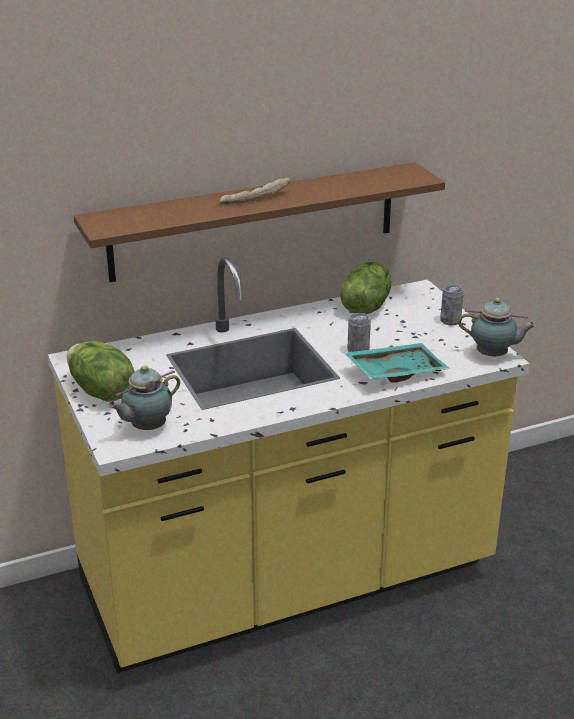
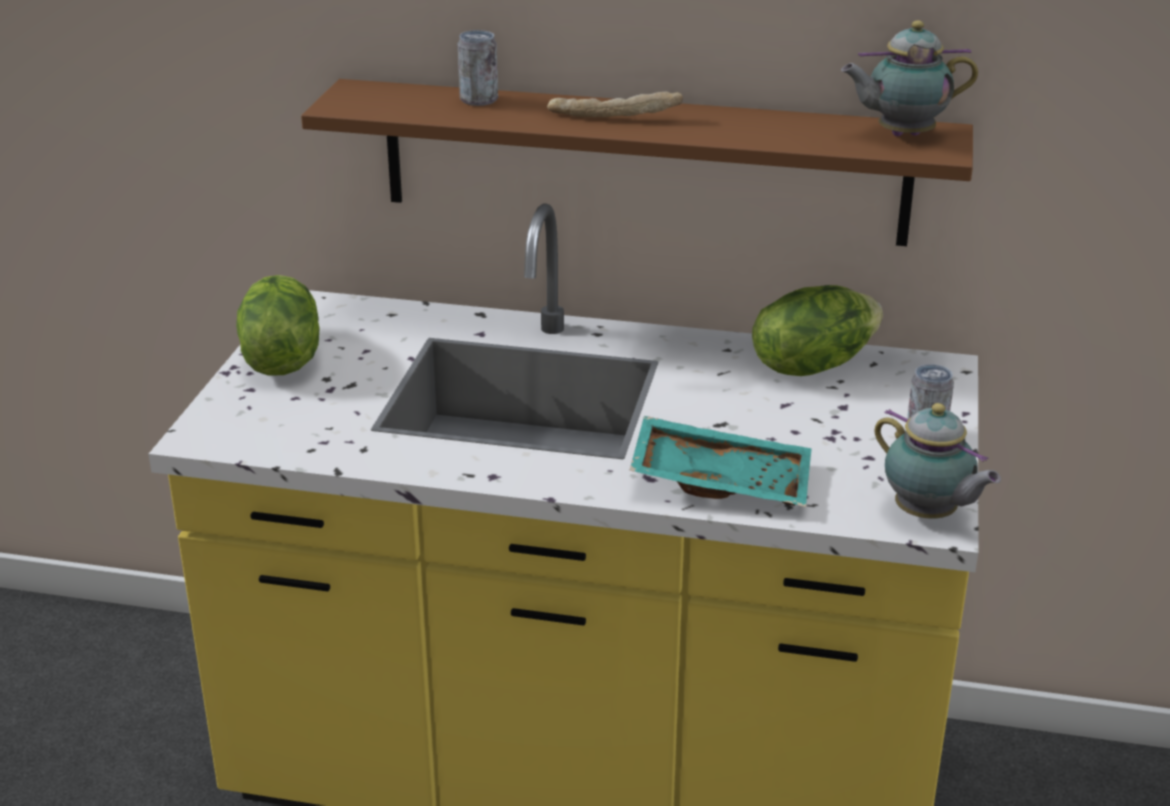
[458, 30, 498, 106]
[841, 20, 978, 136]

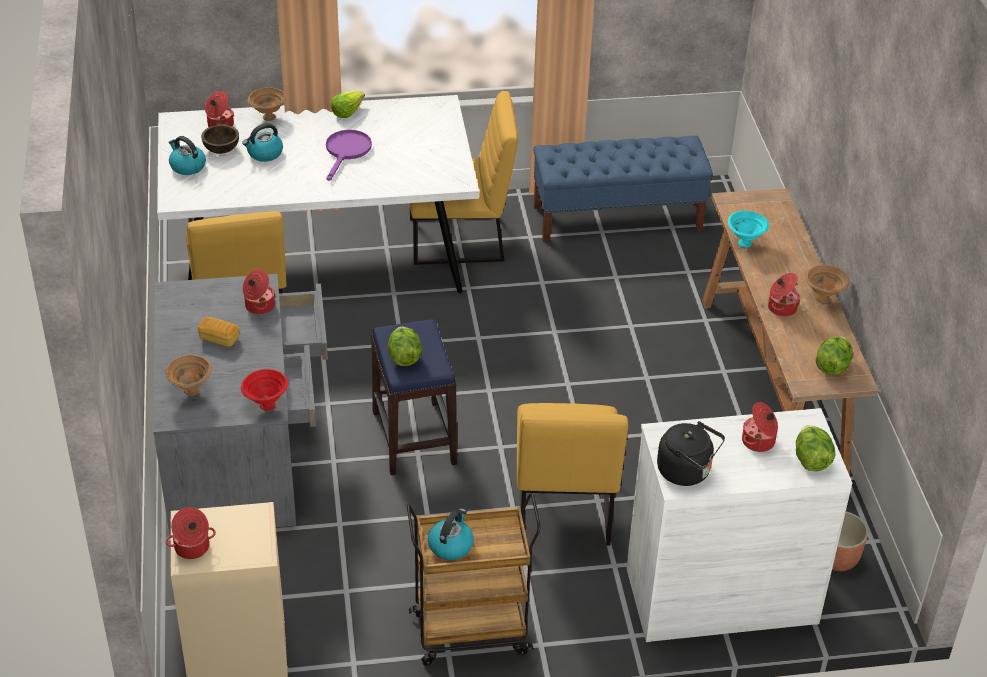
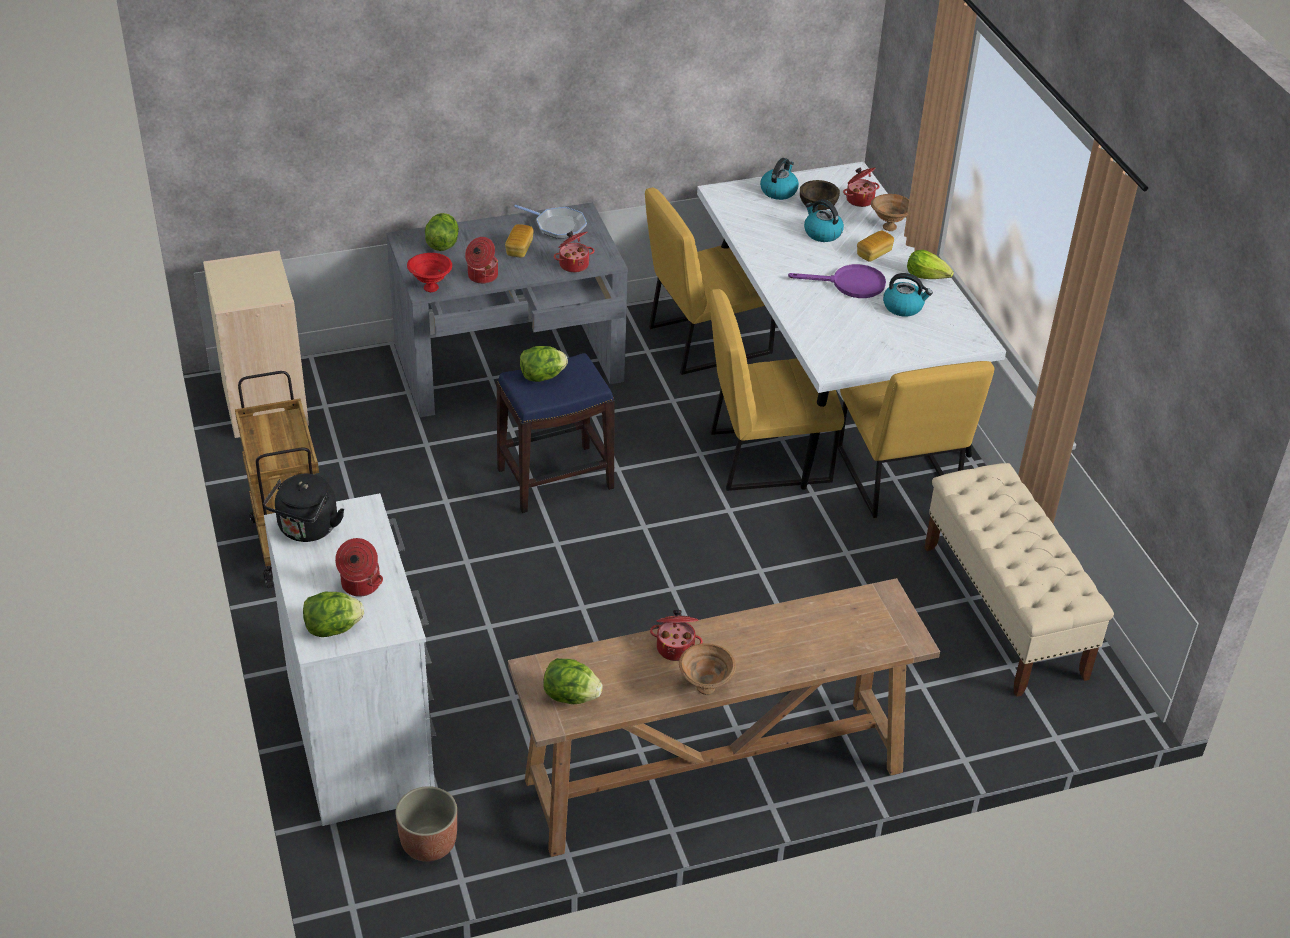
[924, 463, 1114, 697]
[728, 211, 769, 247] (first image)
[425, 213, 459, 251]
[709, 289, 844, 491]
[465, 237, 498, 284]
[883, 273, 933, 317]
[514, 205, 587, 239]
[857, 230, 894, 262]

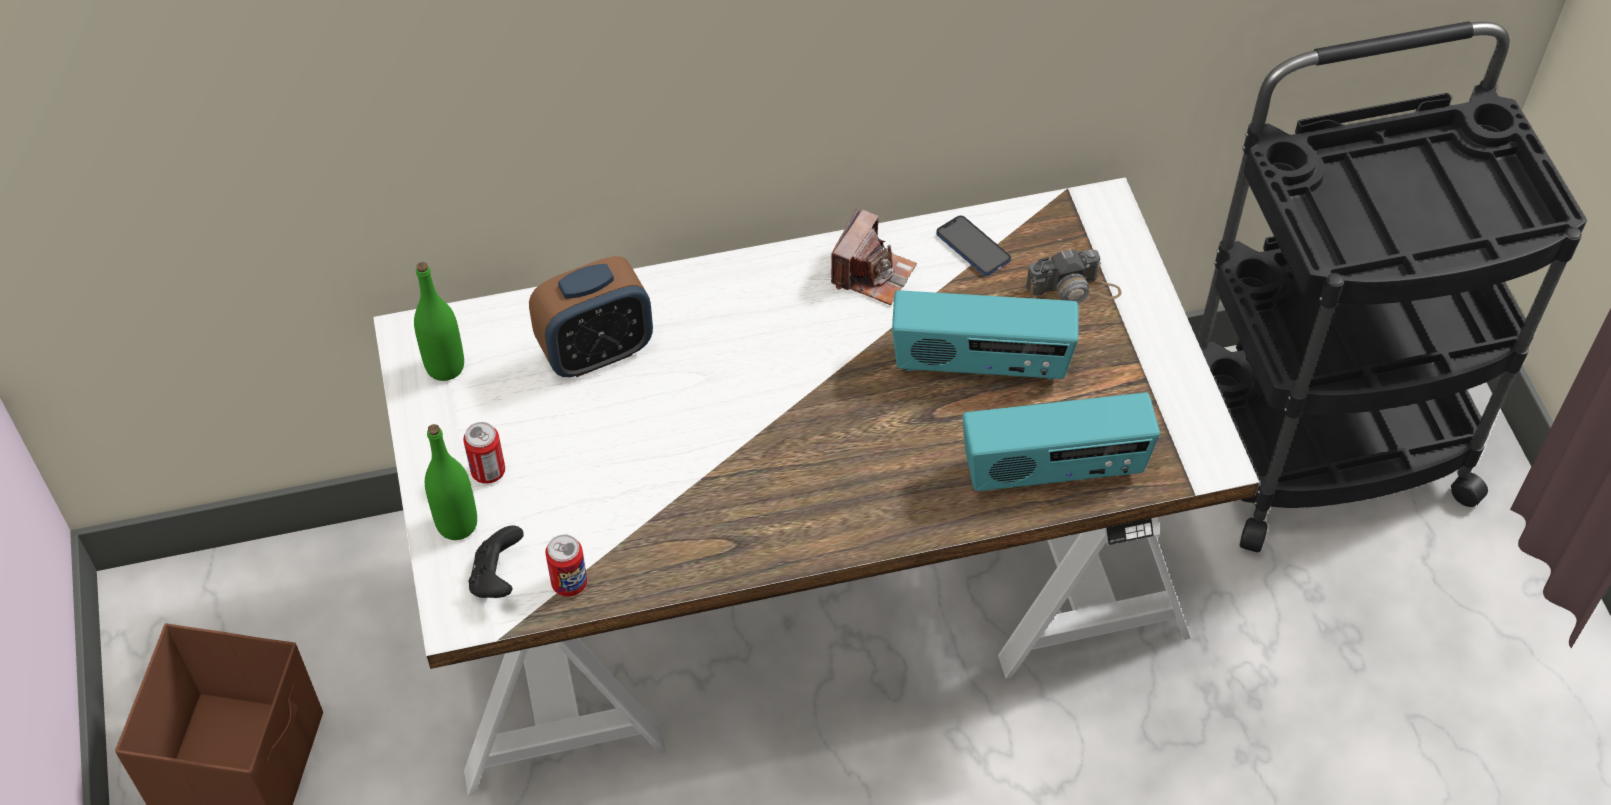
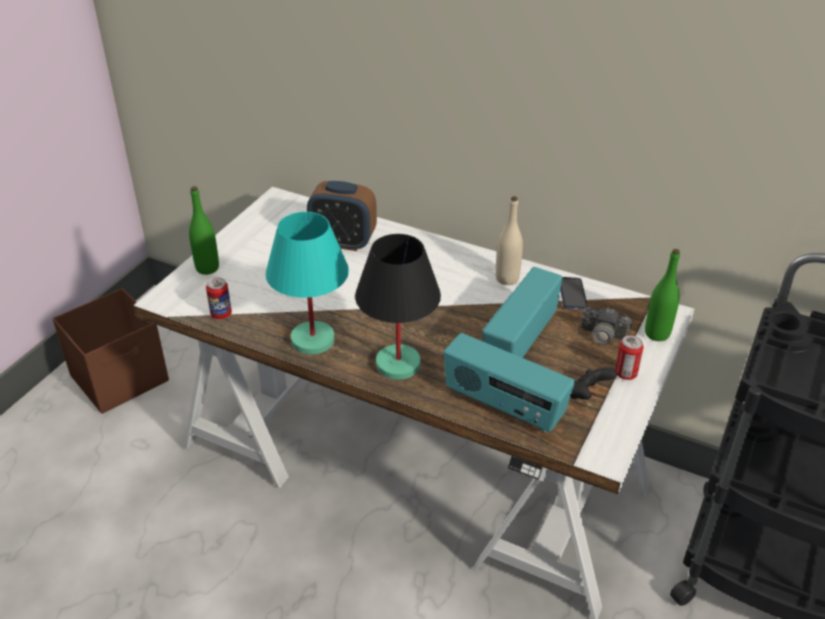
[495, 196, 523, 285]
[645, 249, 680, 341]
[482, 267, 562, 358]
[615, 335, 644, 380]
[571, 368, 617, 400]
[266, 212, 349, 355]
[355, 234, 441, 380]

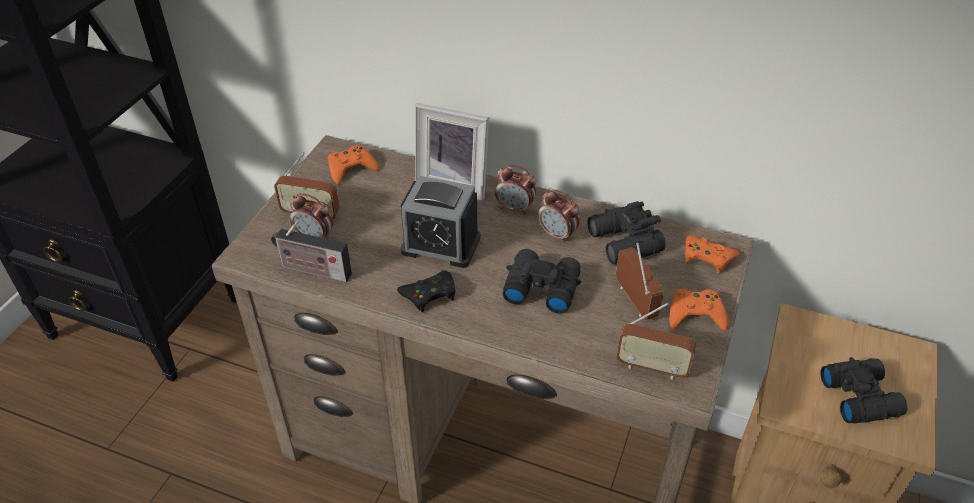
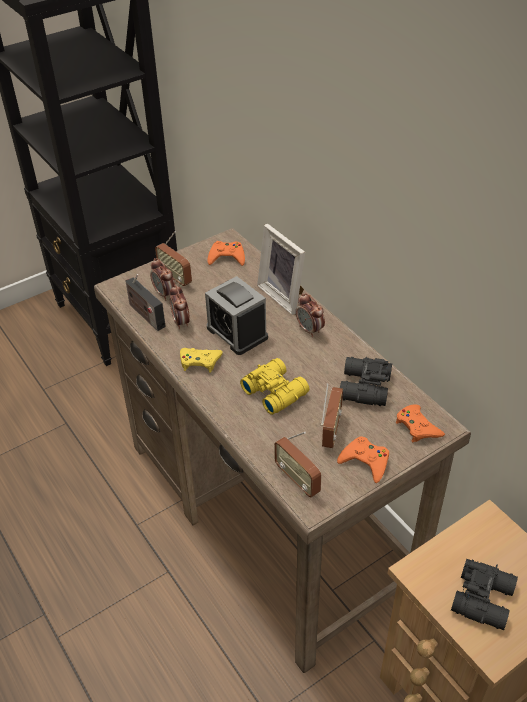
[169, 285, 190, 329]
[240, 358, 309, 415]
[180, 348, 223, 373]

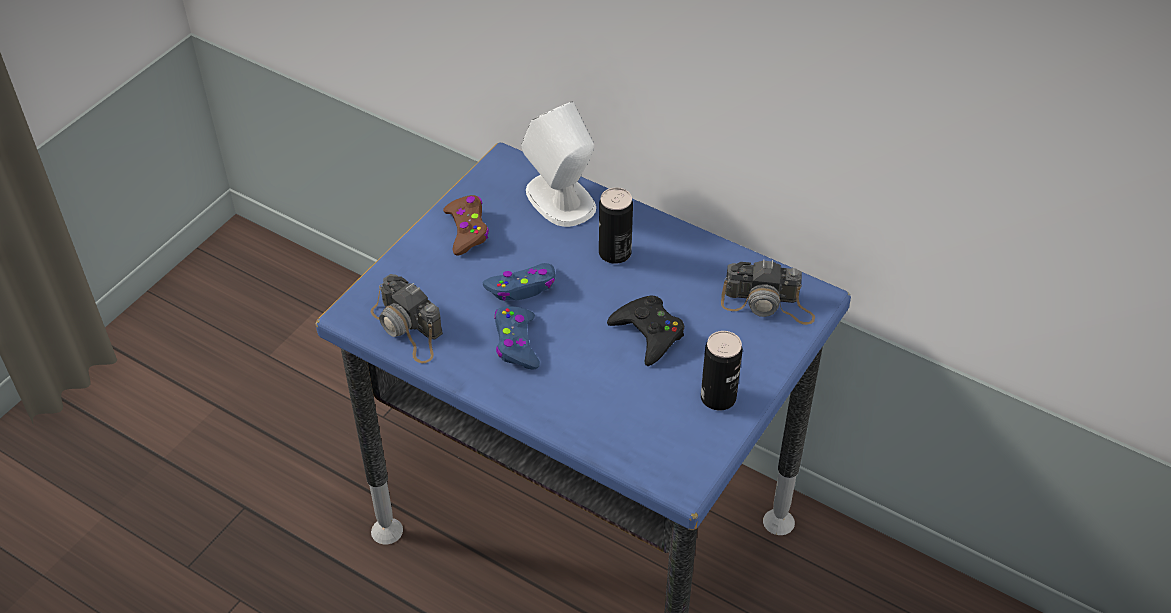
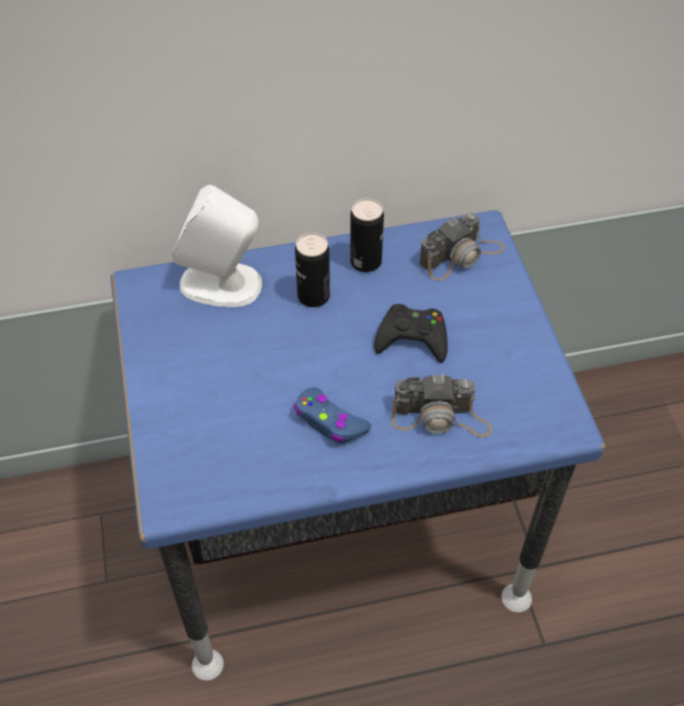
[443, 195, 489, 256] (first image)
[483, 263, 555, 301] (first image)
[392, 374, 492, 437]
[350, 198, 384, 272]

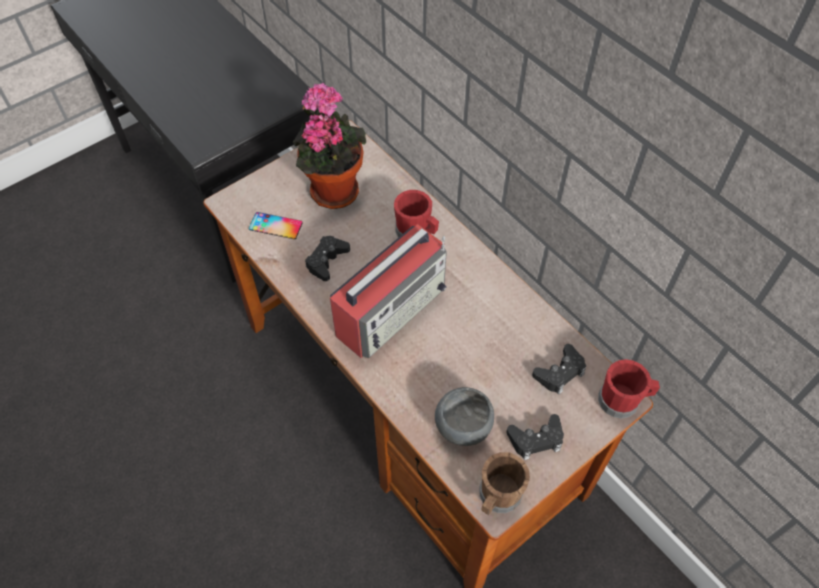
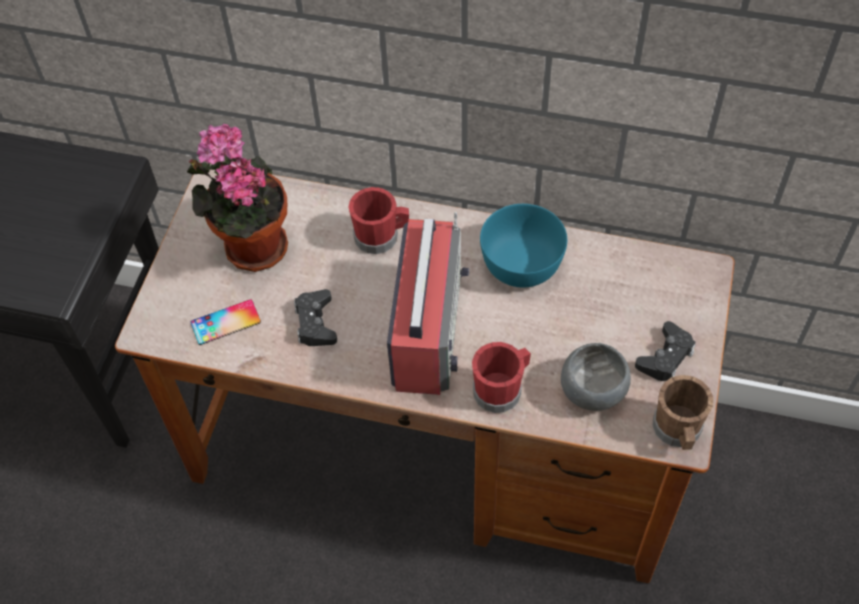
[532, 344, 586, 394] (first image)
[472, 342, 531, 413]
[480, 204, 567, 288]

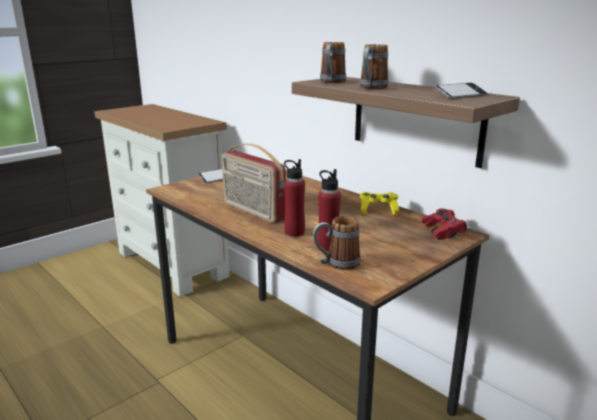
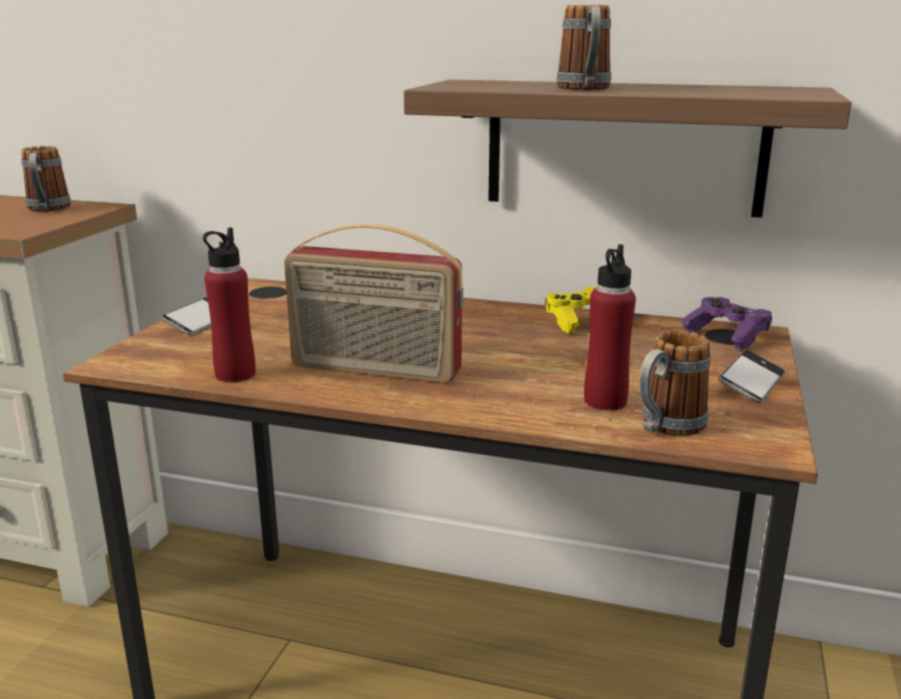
[21, 146, 71, 212]
[719, 350, 785, 403]
[203, 227, 256, 382]
[681, 297, 772, 350]

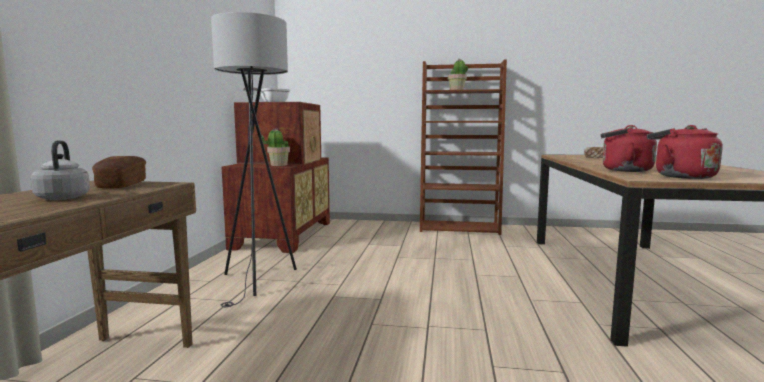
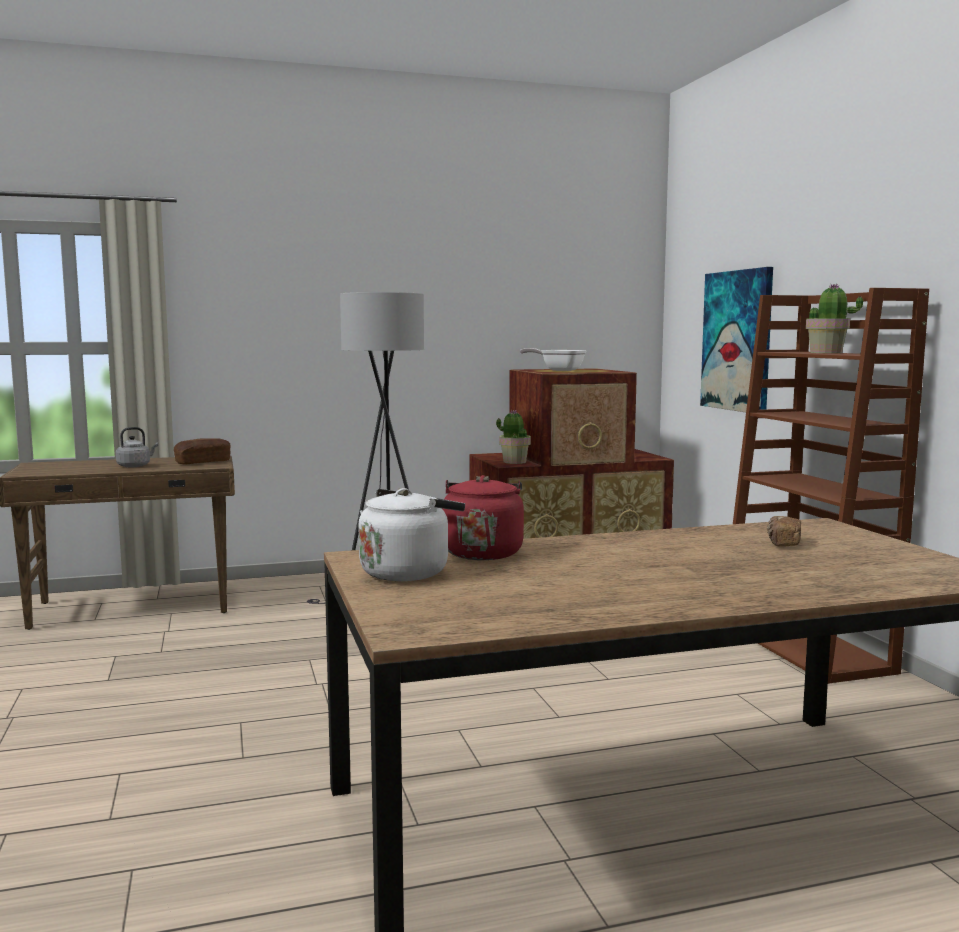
[358, 488, 465, 581]
[700, 267, 773, 412]

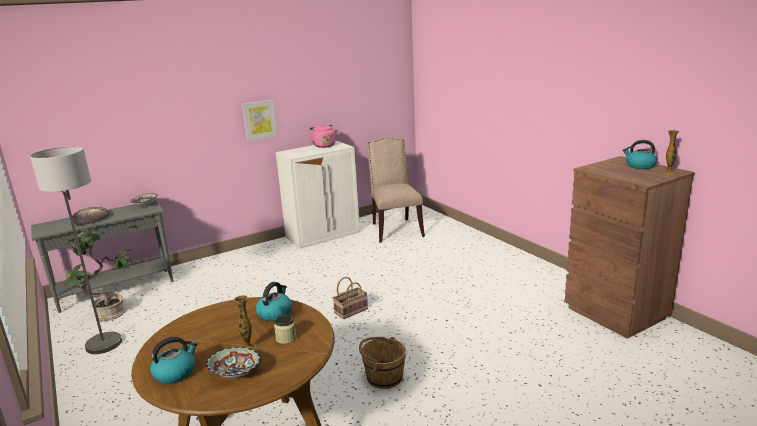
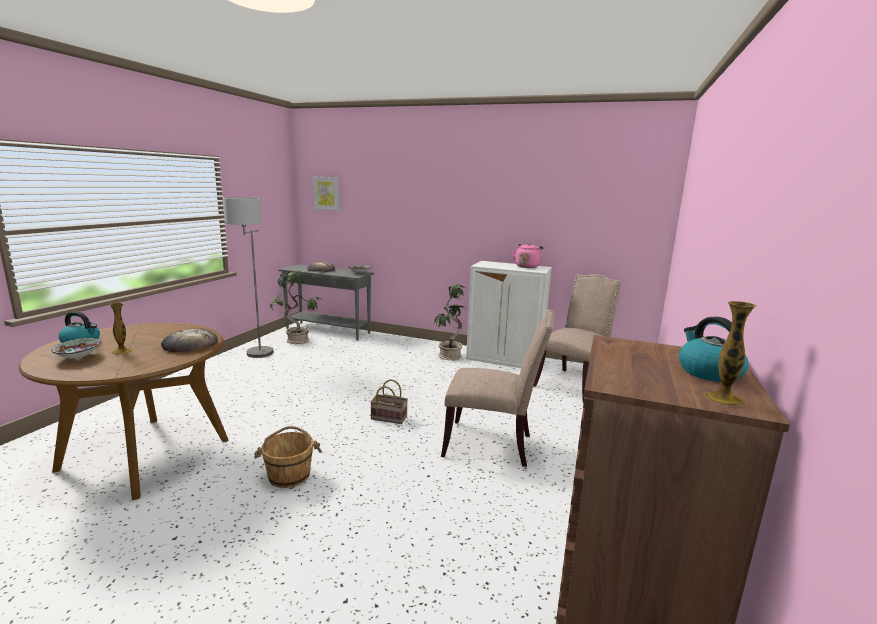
[313, 177, 339, 211]
[161, 328, 218, 352]
[274, 315, 297, 344] (first image)
[434, 284, 466, 360]
[441, 309, 554, 467]

